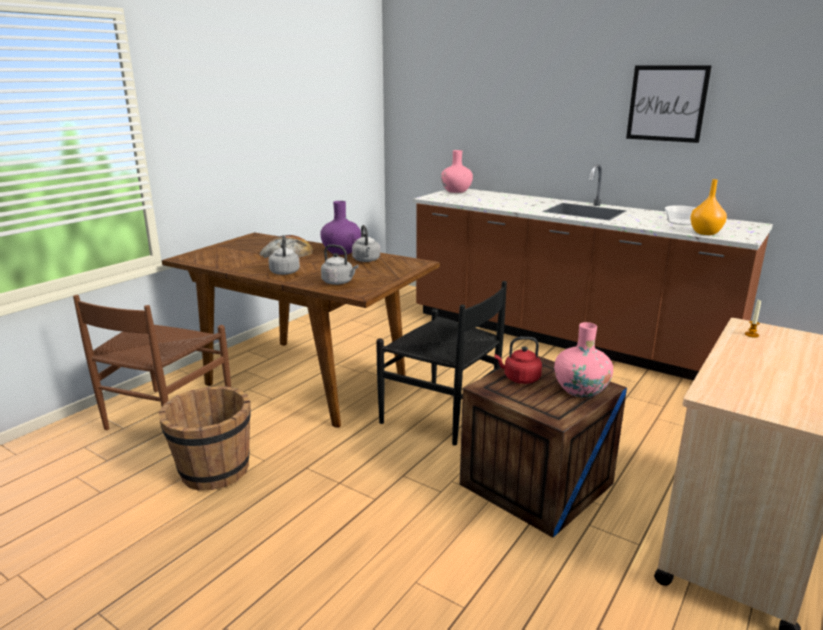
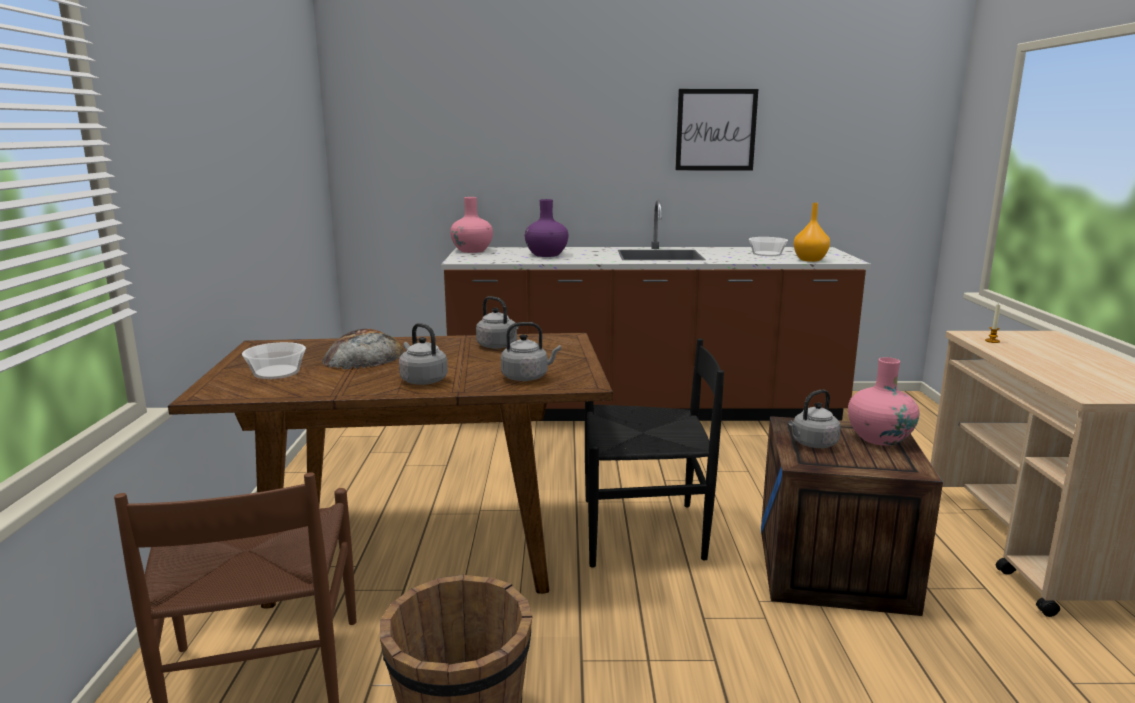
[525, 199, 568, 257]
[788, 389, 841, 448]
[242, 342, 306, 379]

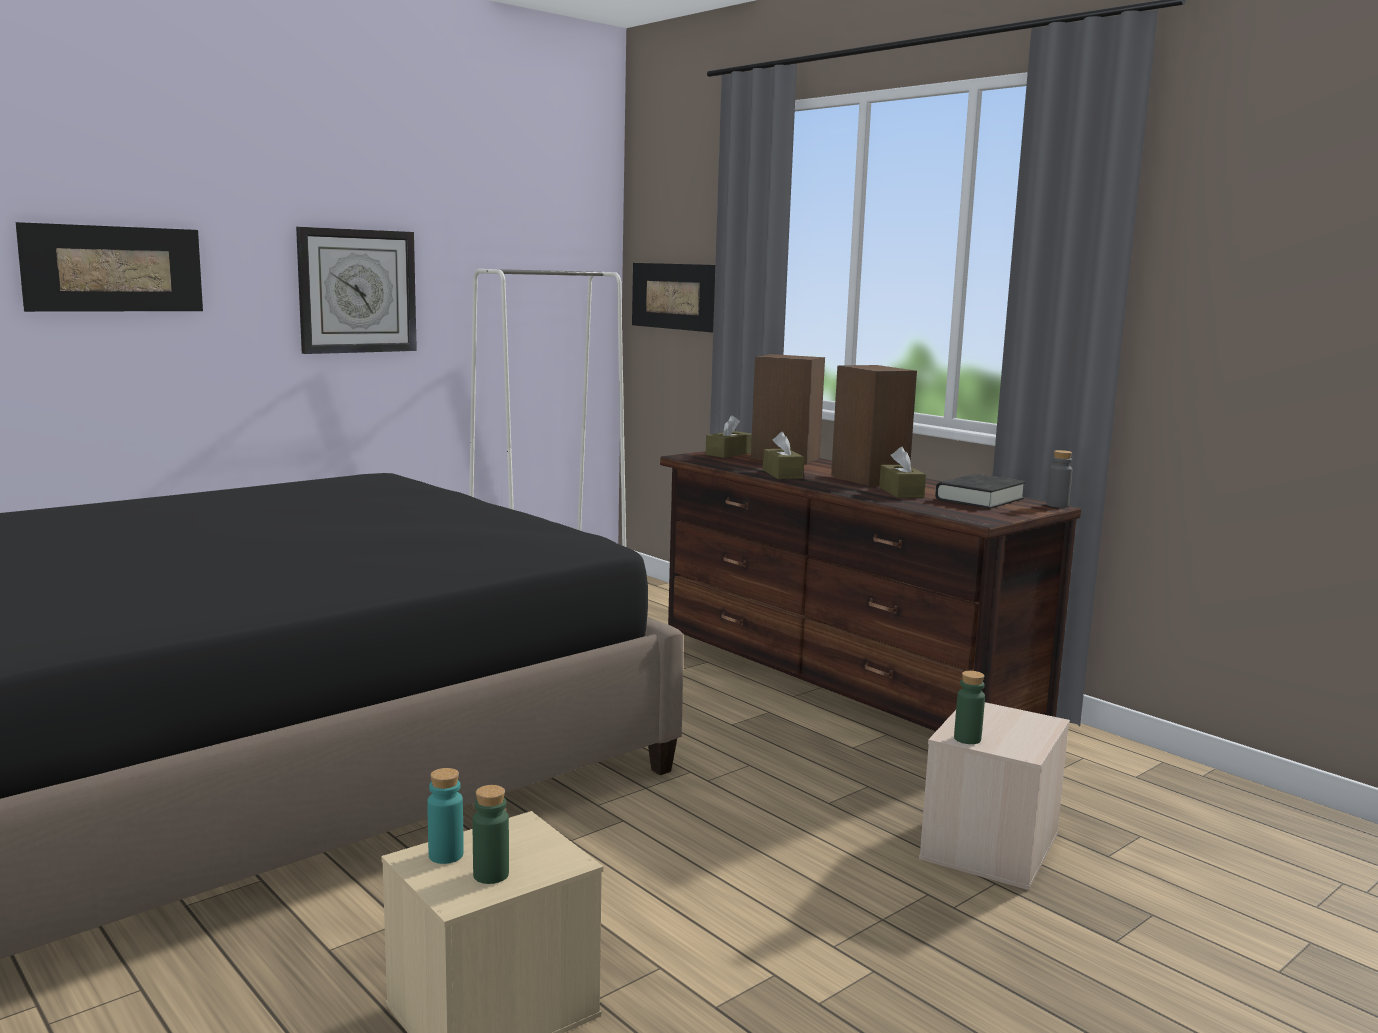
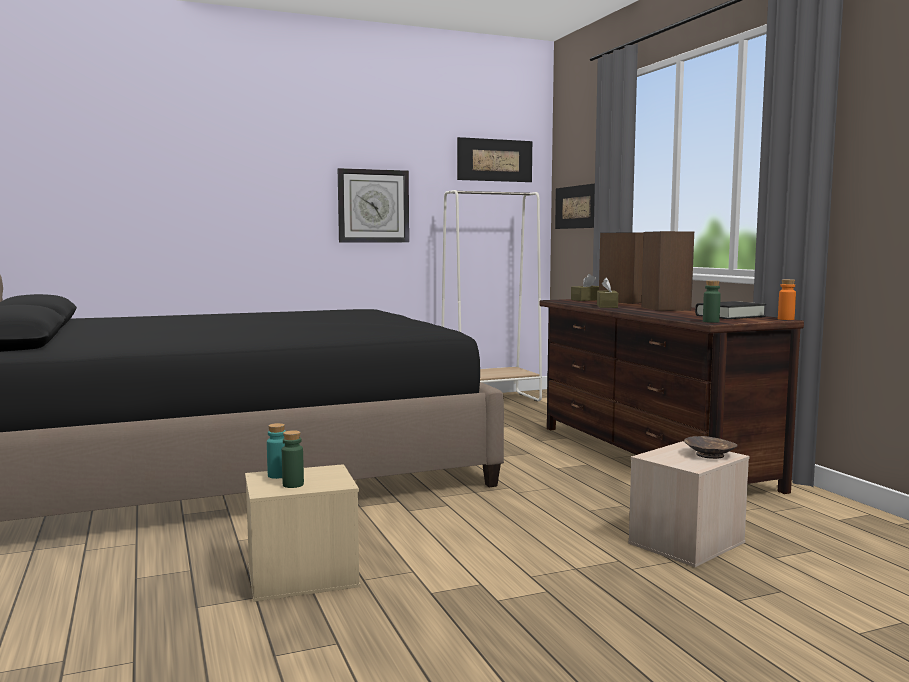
[457, 137, 532, 182]
[879, 447, 926, 498] (first image)
[778, 279, 796, 320]
[703, 280, 721, 323]
[684, 436, 738, 459]

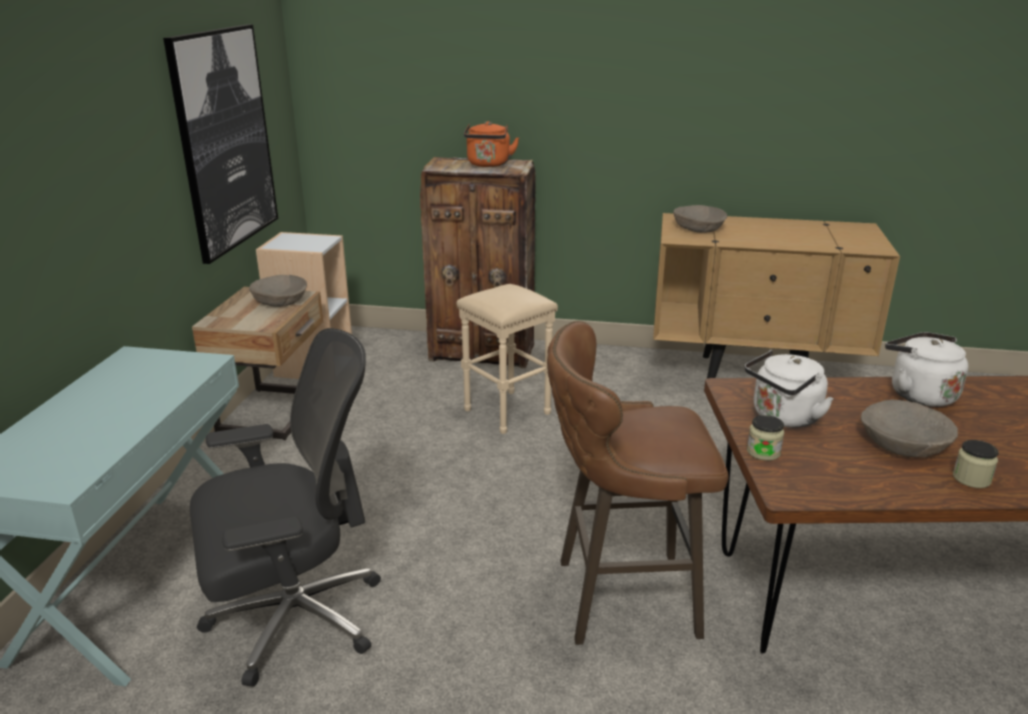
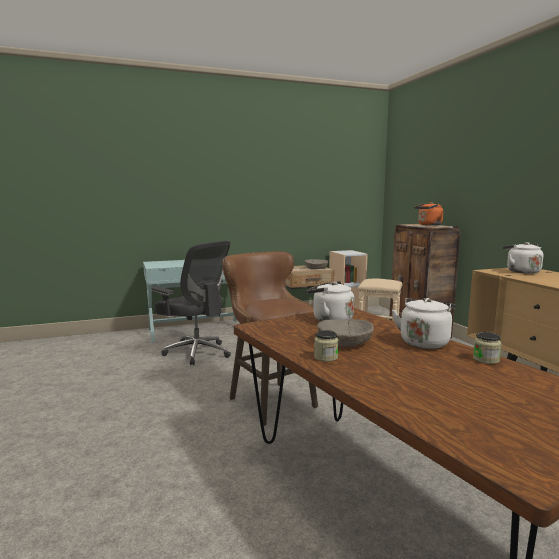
[163, 24, 278, 264] (first image)
[502, 242, 543, 274]
[473, 332, 502, 364]

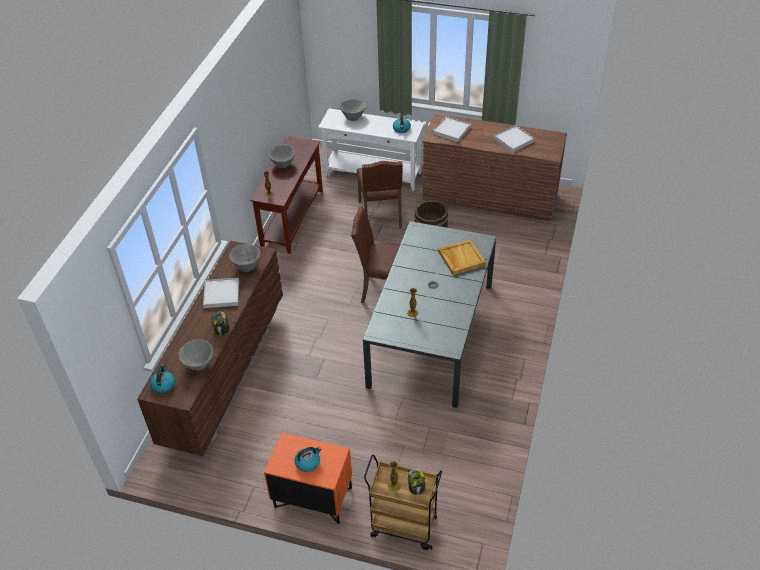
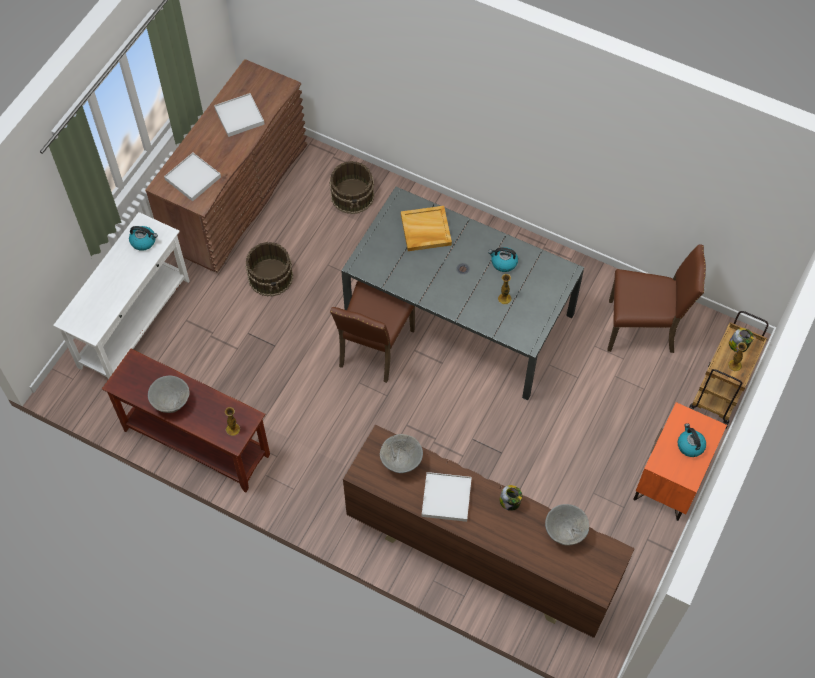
[340, 99, 366, 121] (first image)
[607, 244, 706, 353]
[488, 247, 518, 272]
[329, 161, 375, 214]

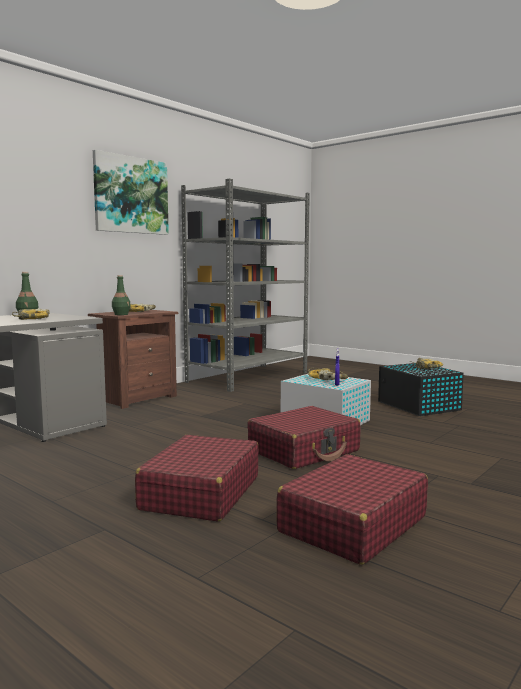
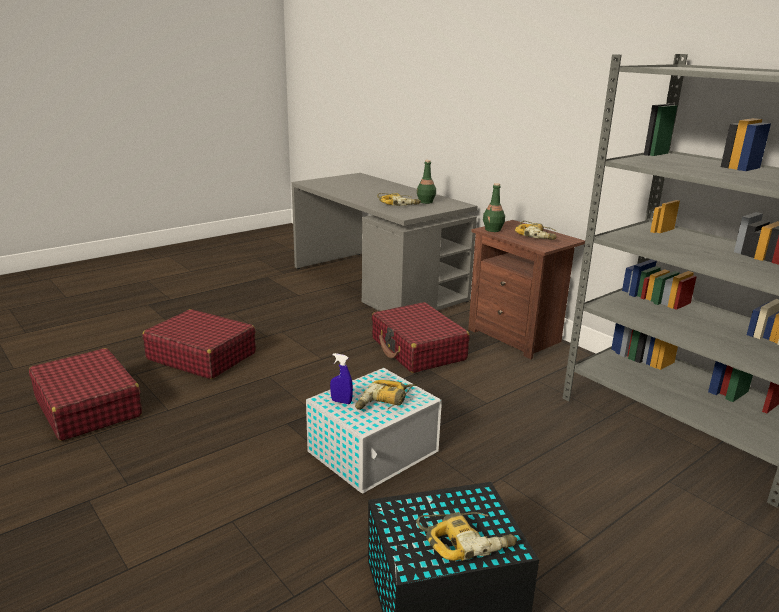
[93, 150, 169, 235] (first image)
[372, 302, 470, 373]

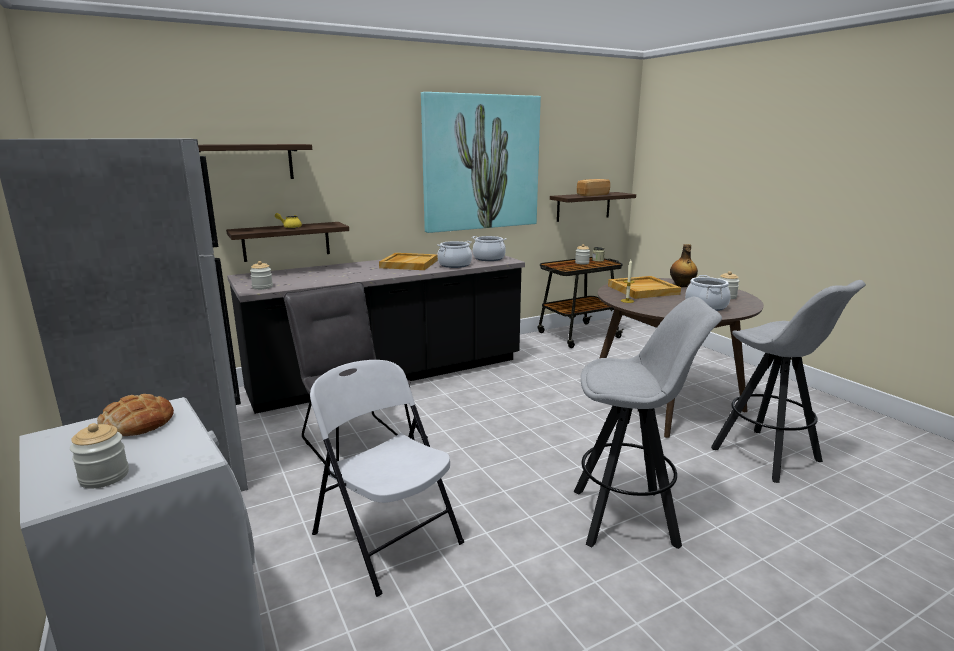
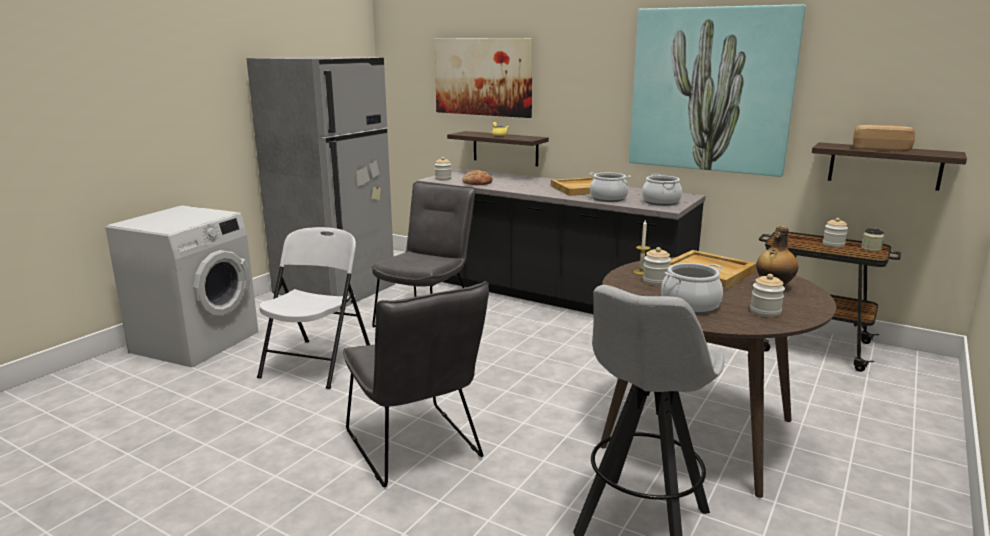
[434, 38, 533, 118]
[343, 281, 489, 487]
[462, 170, 492, 185]
[643, 247, 671, 285]

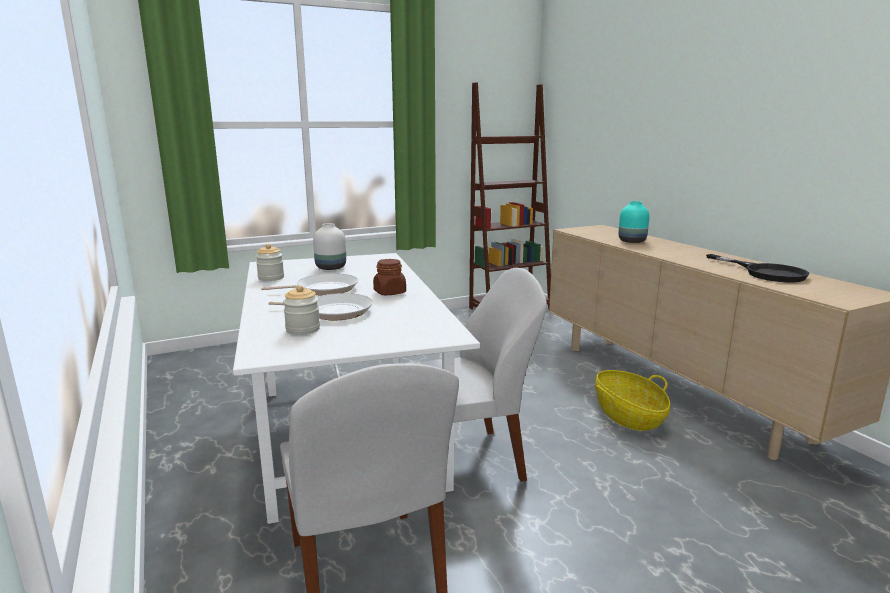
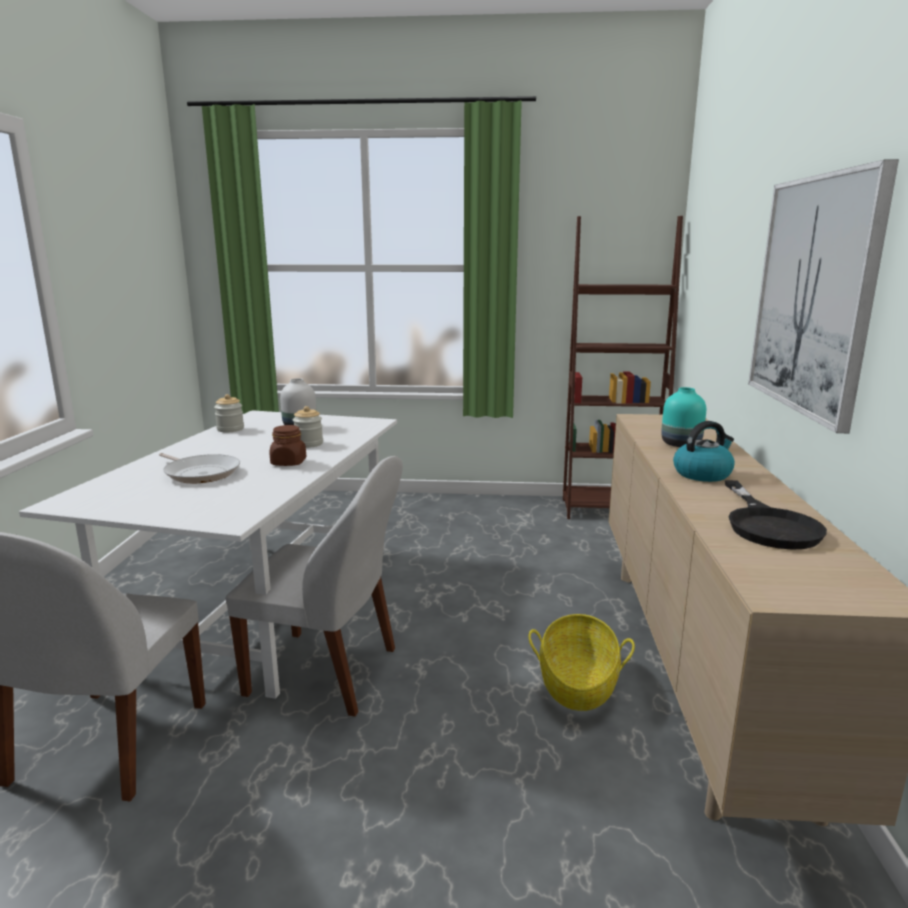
[261, 273, 358, 296] (first image)
[293, 406, 323, 448]
[748, 159, 899, 433]
[673, 421, 735, 482]

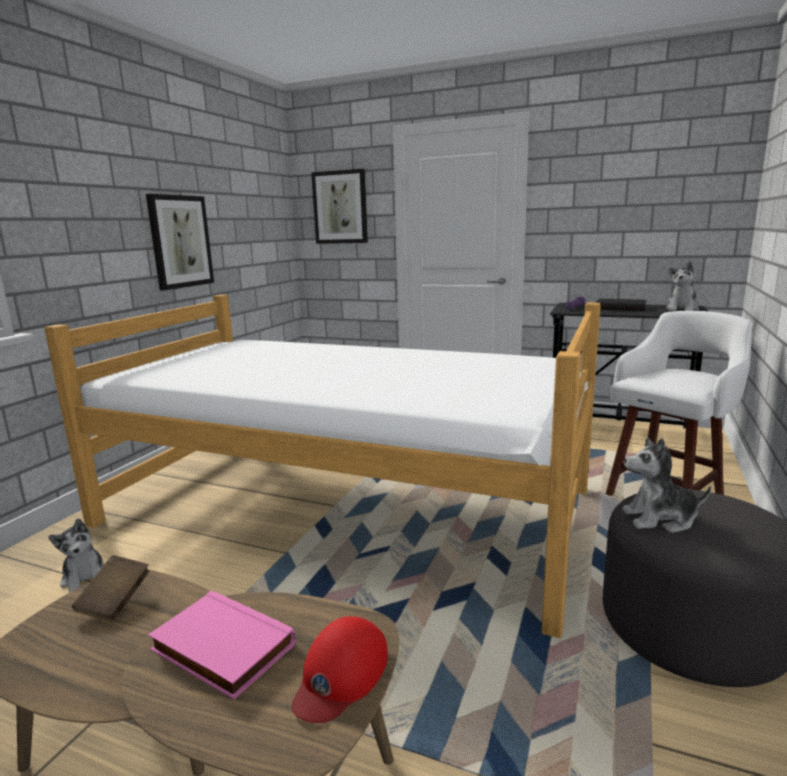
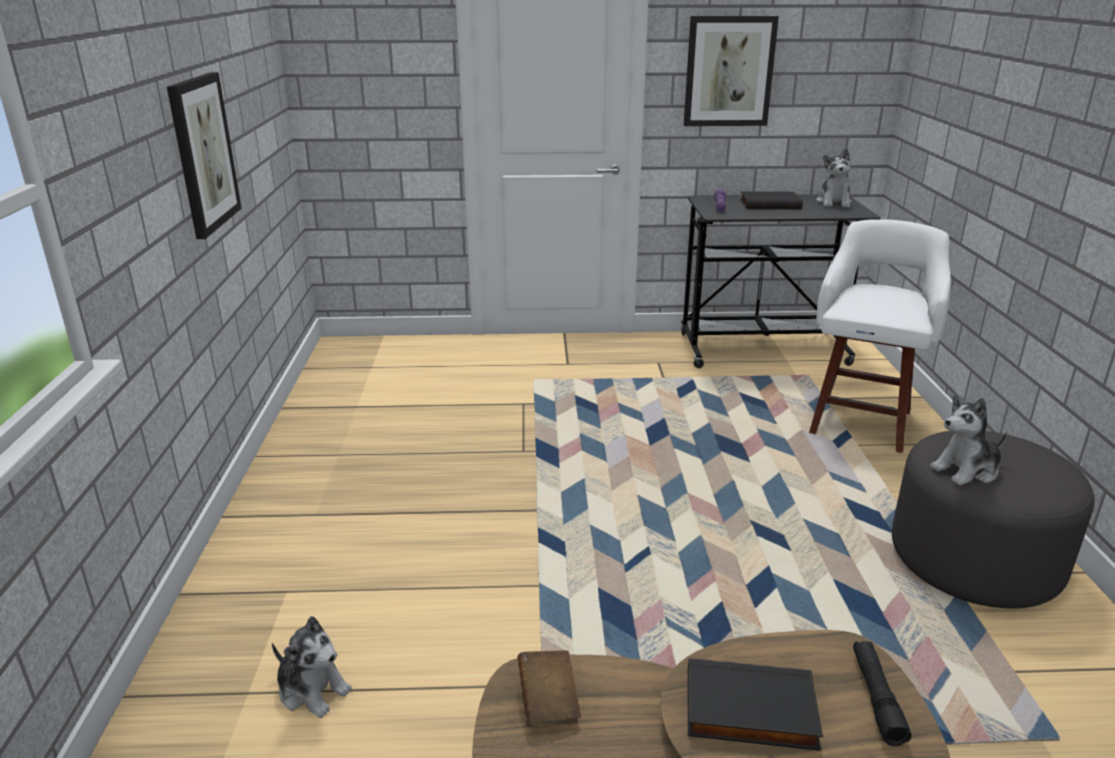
[684, 16, 779, 126]
[44, 295, 601, 638] (first image)
[688, 658, 823, 751]
[853, 641, 912, 746]

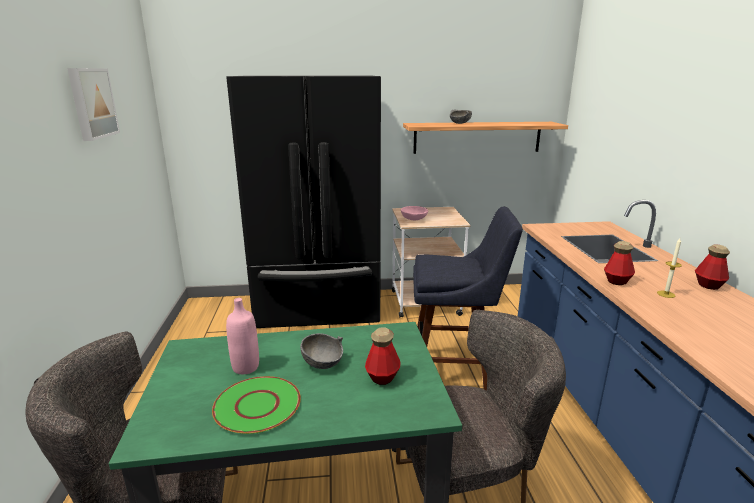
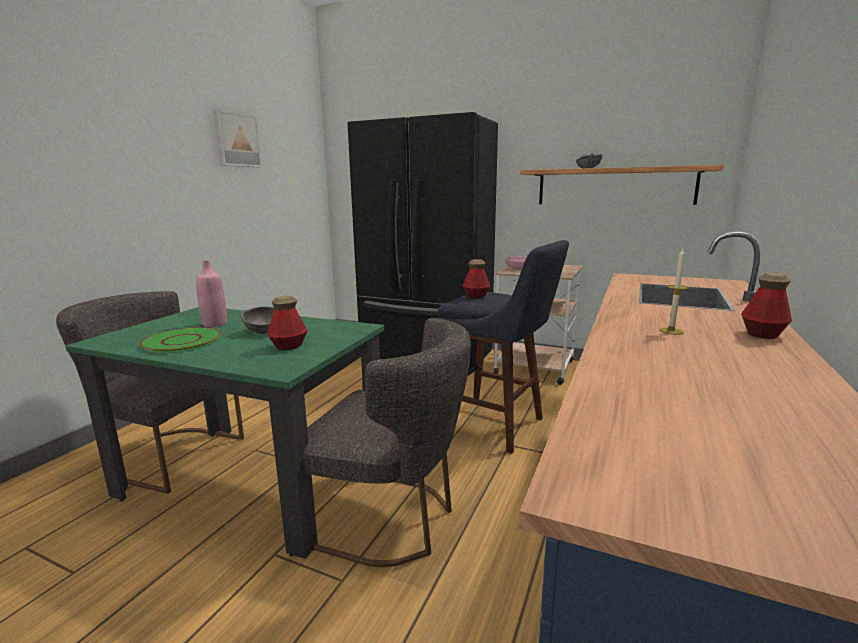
[463, 259, 490, 298]

